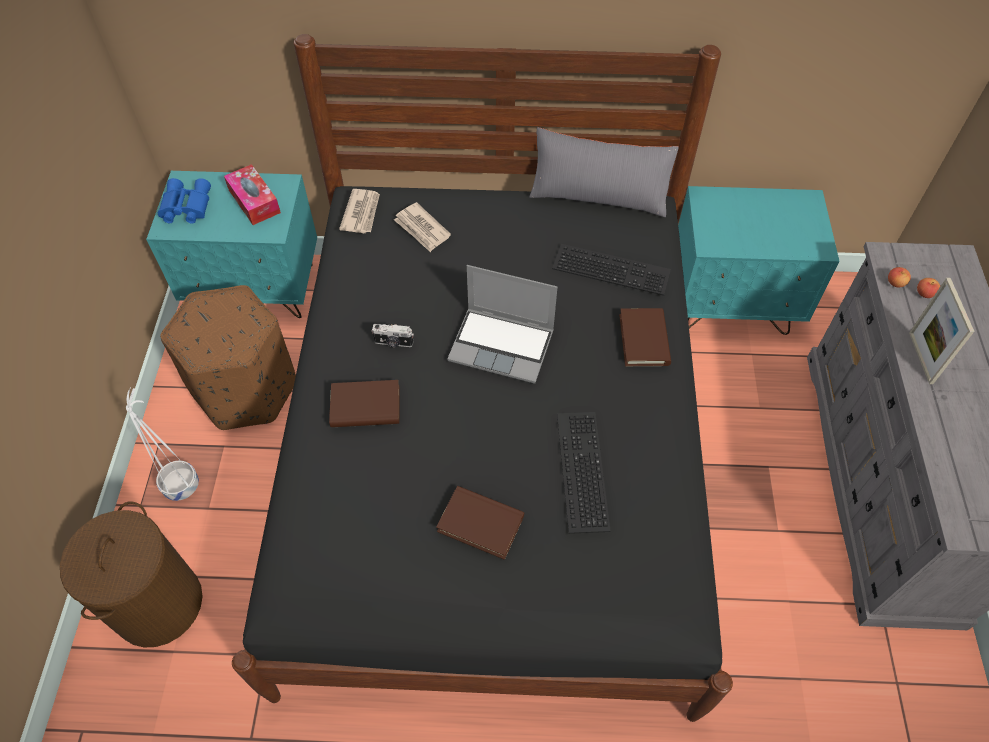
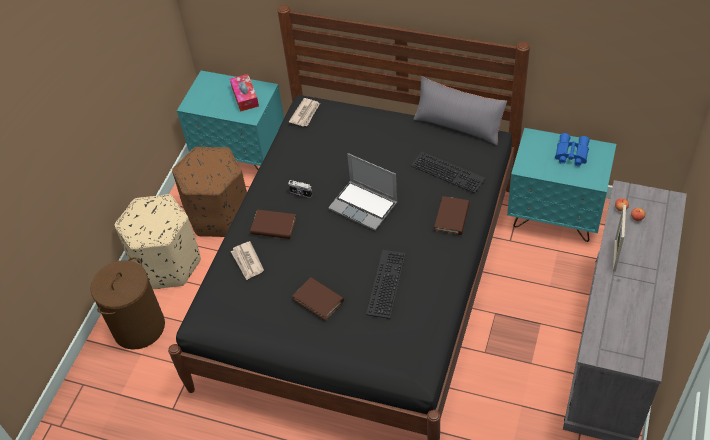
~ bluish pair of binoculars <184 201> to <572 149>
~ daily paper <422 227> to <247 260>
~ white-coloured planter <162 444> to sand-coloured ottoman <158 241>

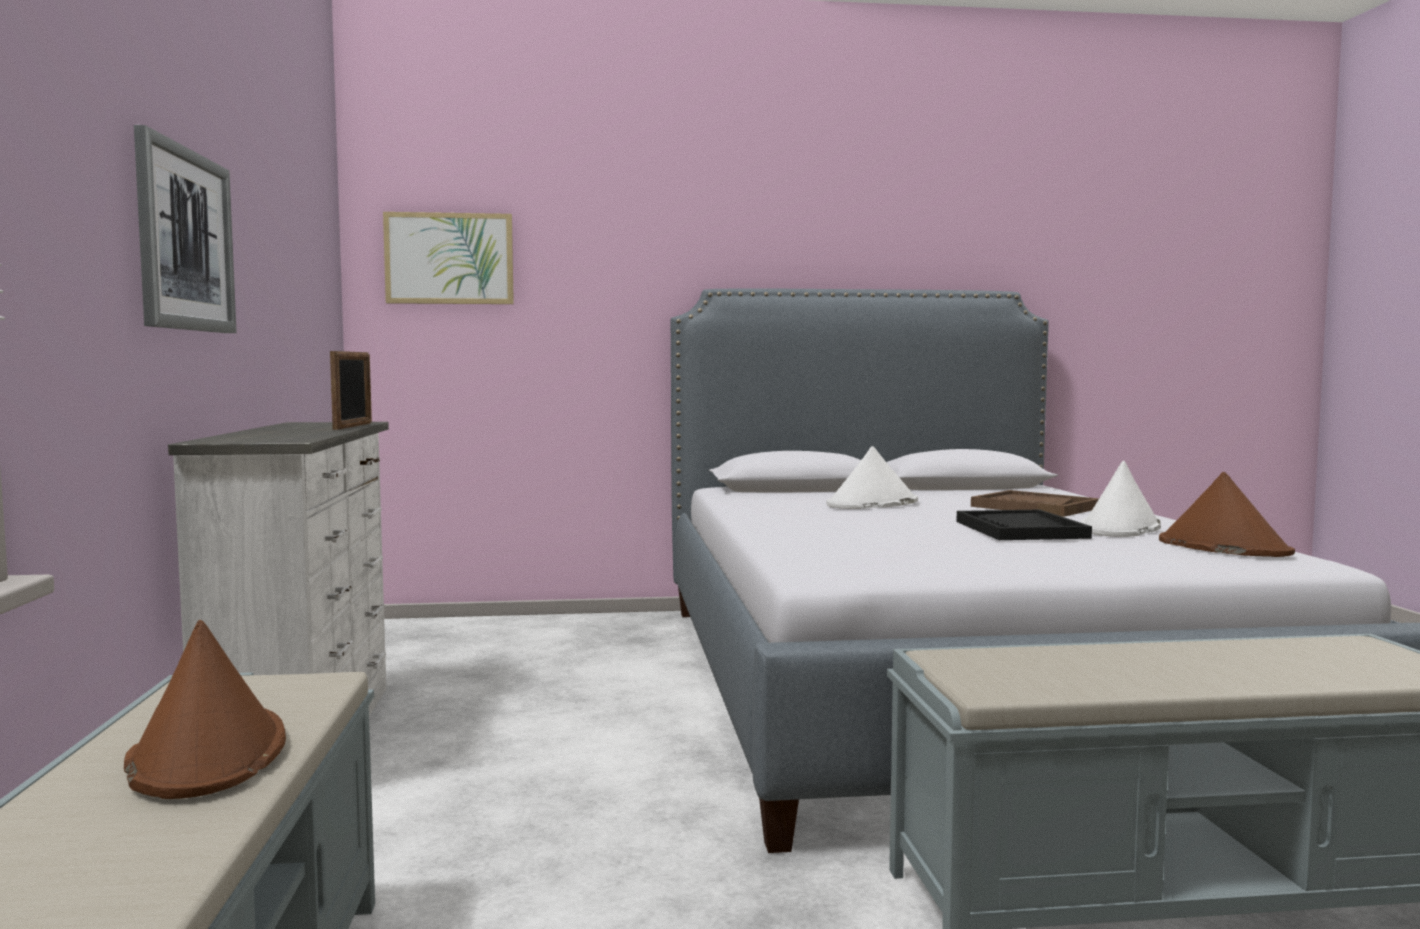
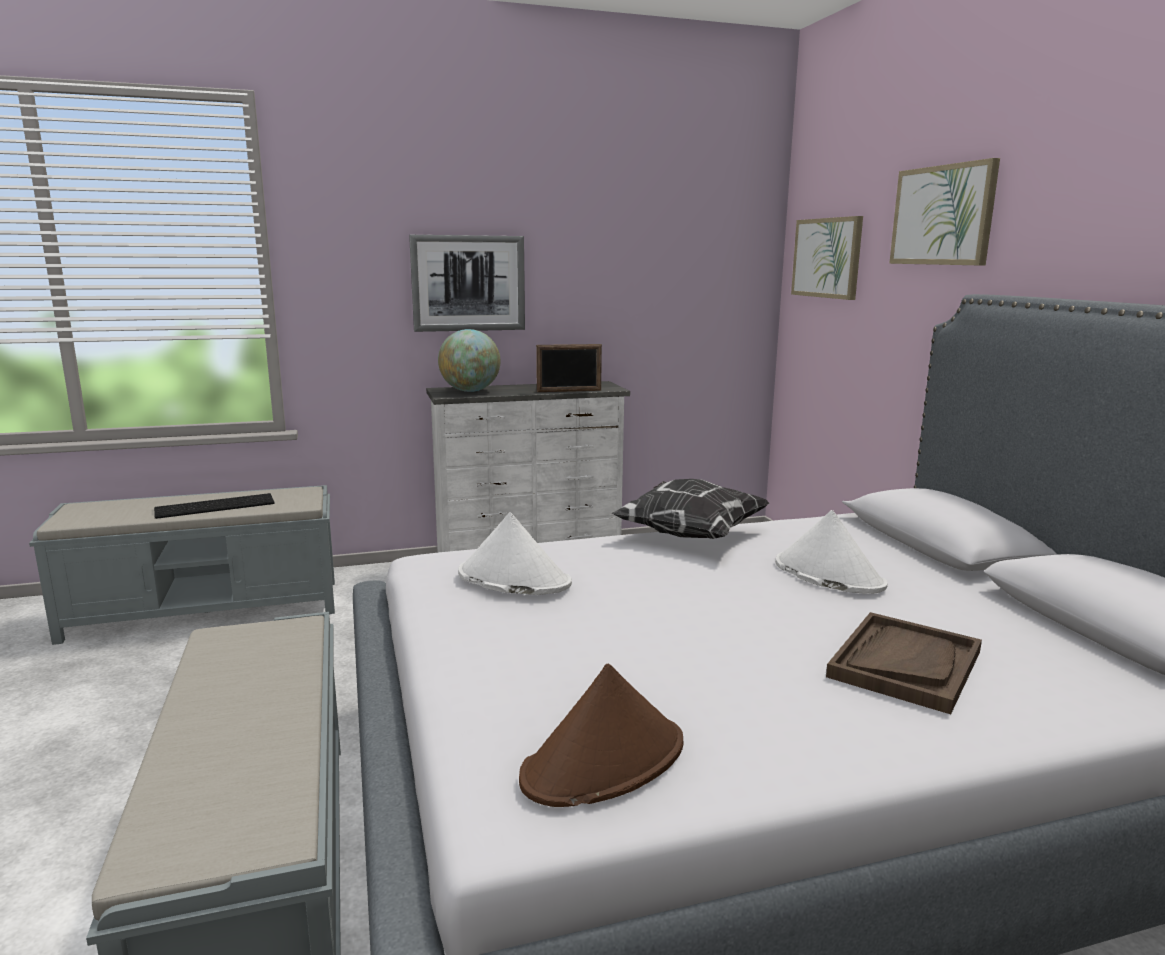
~ white-coloured wearable hat <1120 499> to <515 553>
- black serving tray <1024 525>
~ brownish wearable hat <205 709> to computer keyboard <214 506>
+ wall picture <944 212>
+ desk globe <469 360>
+ throw pillow <690 509>

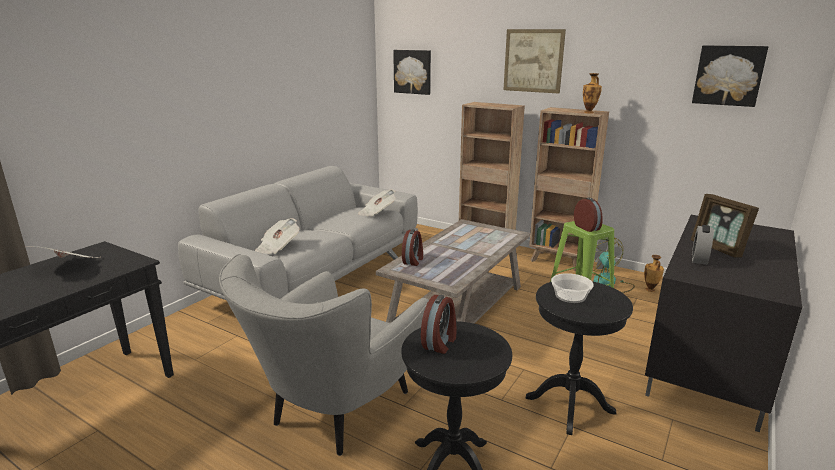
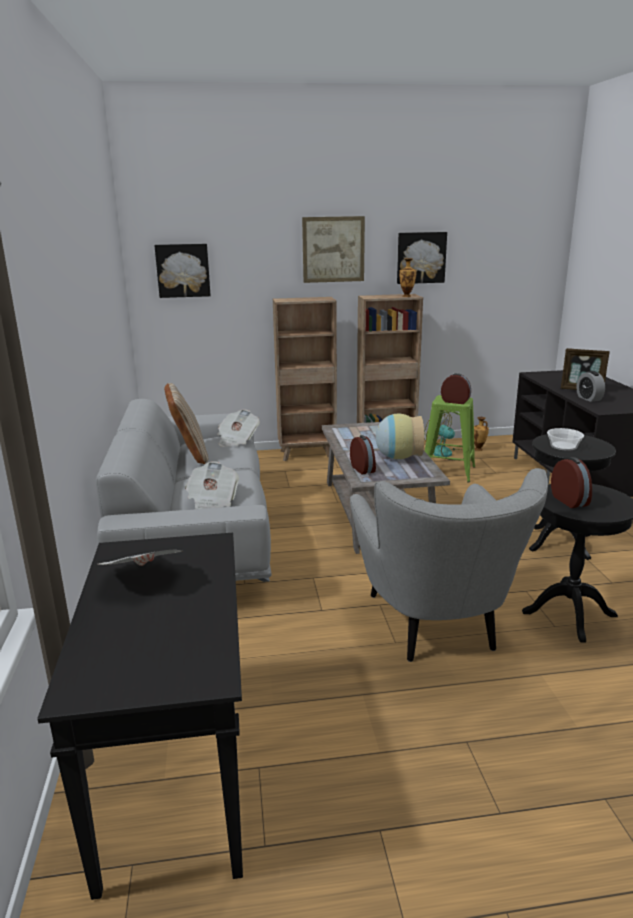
~ wall picture <730 76> to <422 258>
+ sand-coloured throw pillow <186 423>
+ vase <400 436>

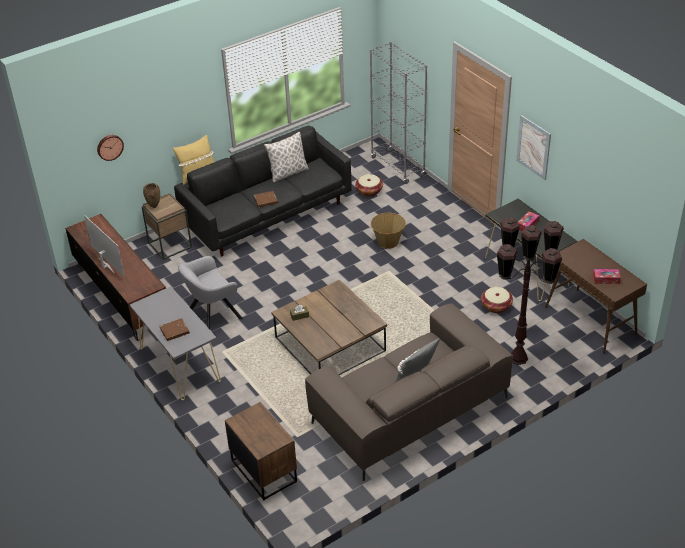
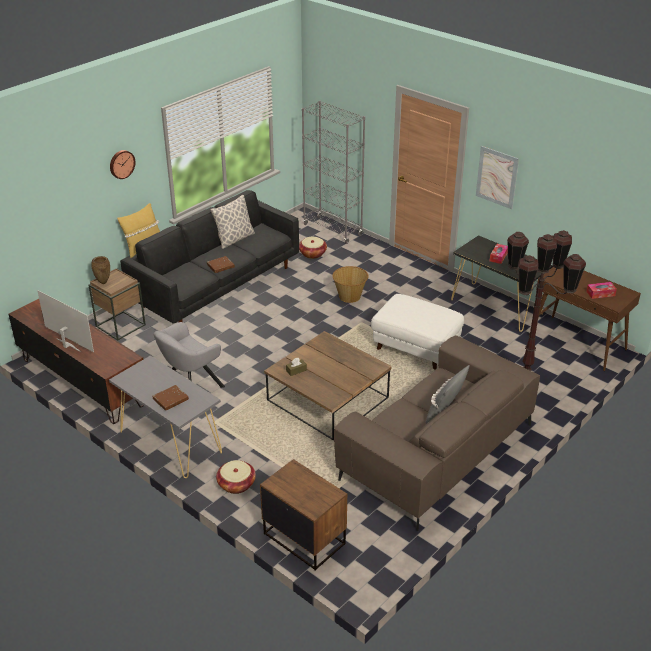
~ wall clock <110 148> to <122 164>
~ basket <497 300> to <236 477>
+ white-coloured ottoman <417 331>

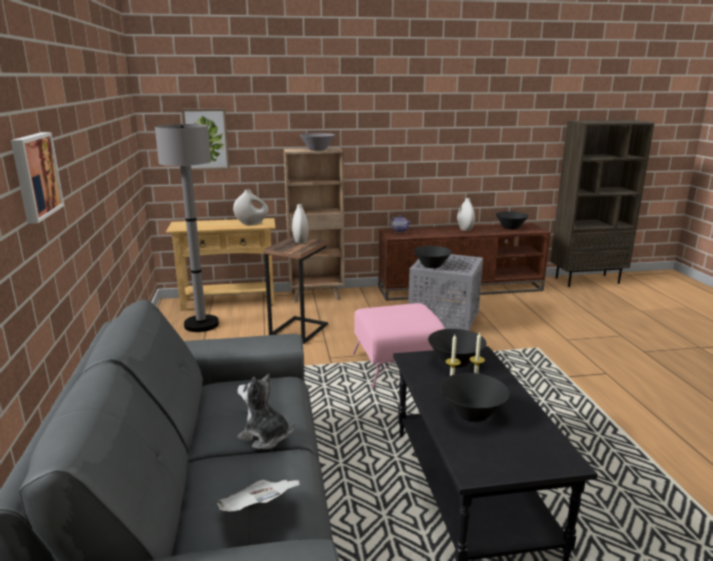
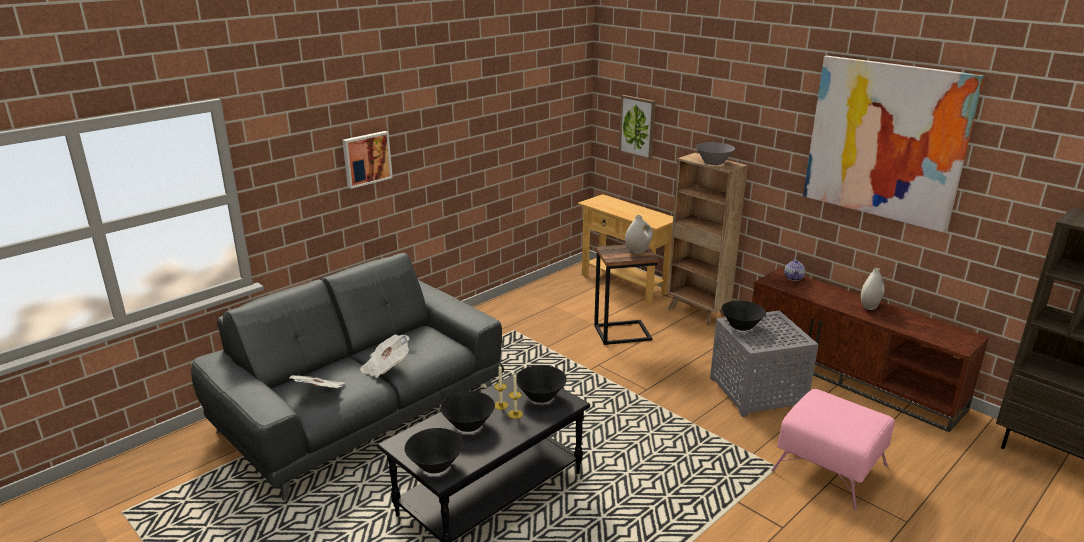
- grey floor lamp <187 228>
- white-coloured vase <251 207>
~ black bowl <512 220> to <434 450>
~ pink-coloured ottoman <398 346> to <833 449>
~ soft toy <266 411> to daily paper <385 356>
+ wall picture <893 144>

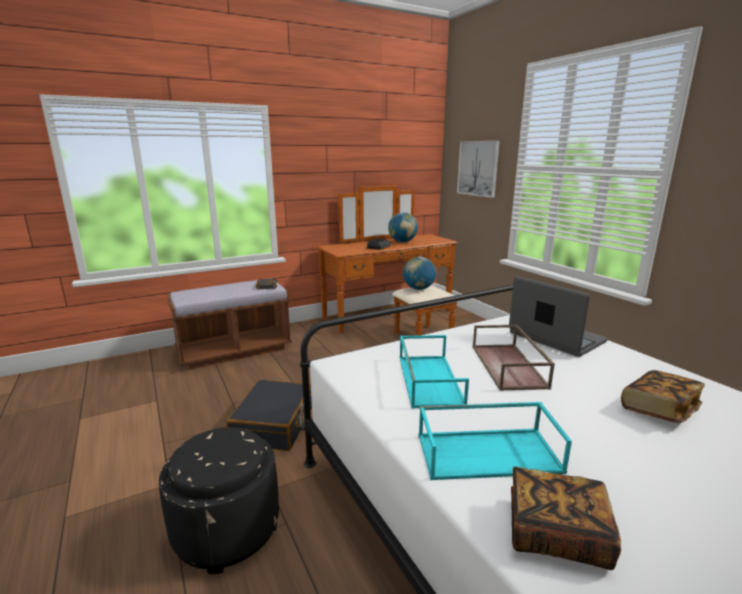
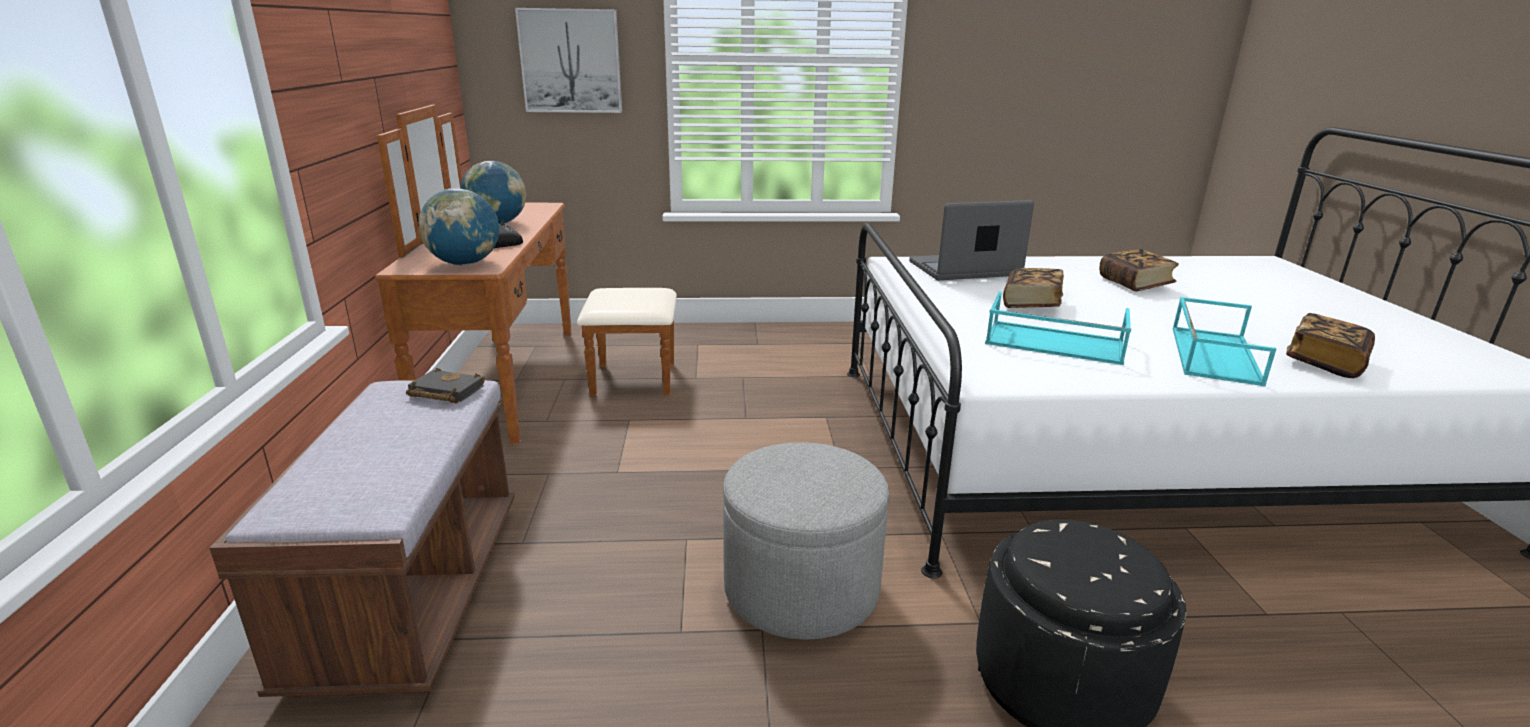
~ desk globe <419 273> to <458 226>
~ brownish serving tray <514 357> to book <1033 288>
~ black piece of luggage <269 415> to grey ottoman <806 541>

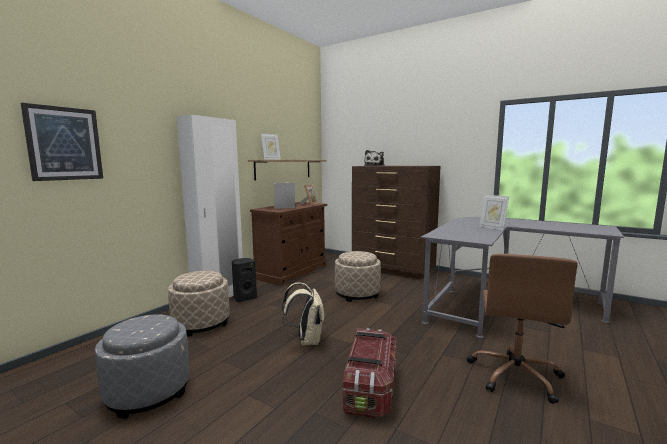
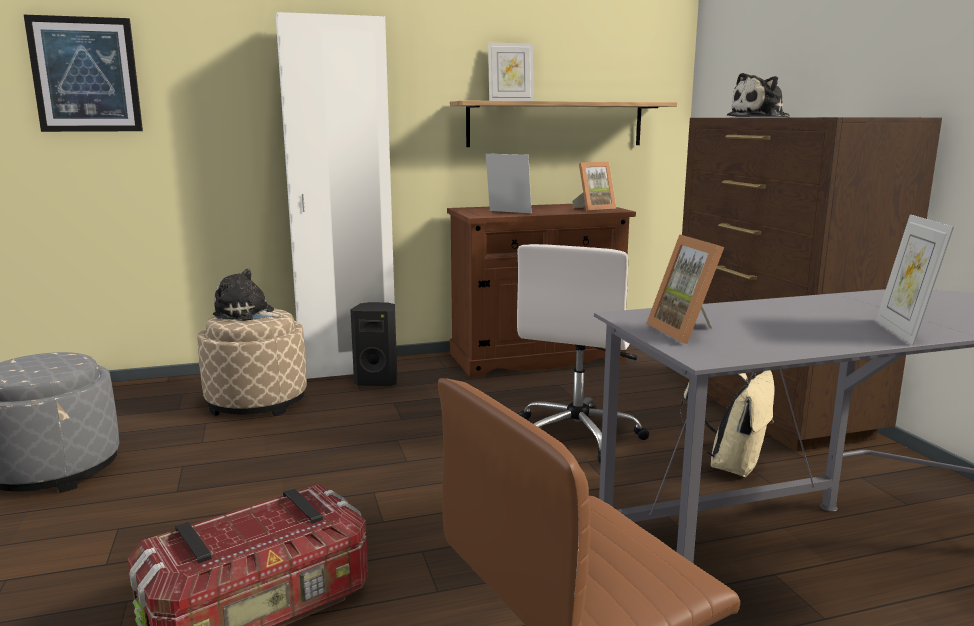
~ sand-coloured ottoman <358 276> to white-coloured desk chair <583 354>
~ sand-coloured backpack <303 313> to <727 423>
+ photo frame <685 289>
+ soft toy <248 294>

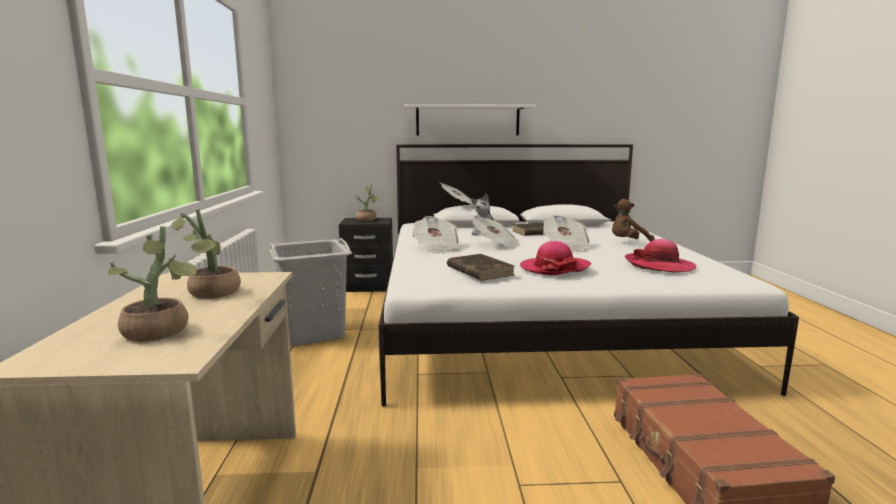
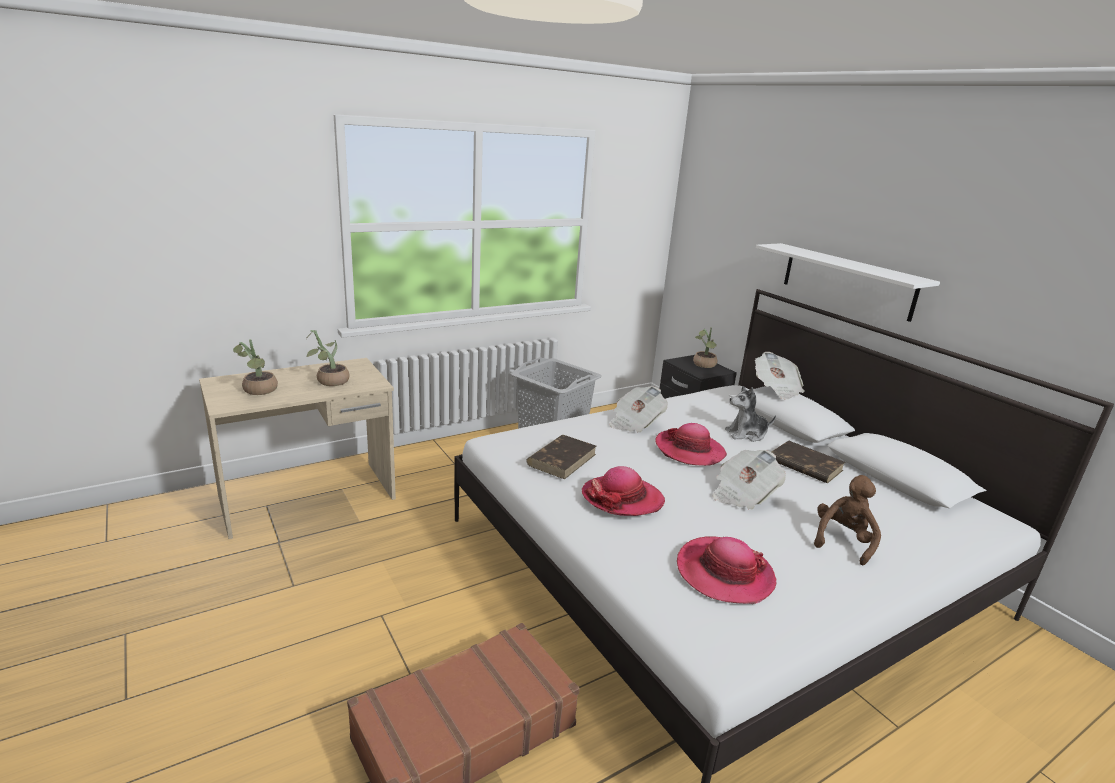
~ brownish soft toy <633 220> = <847 520> 75 degrees clockwise
~ daily paper <496 232> to wearable hat <691 444>

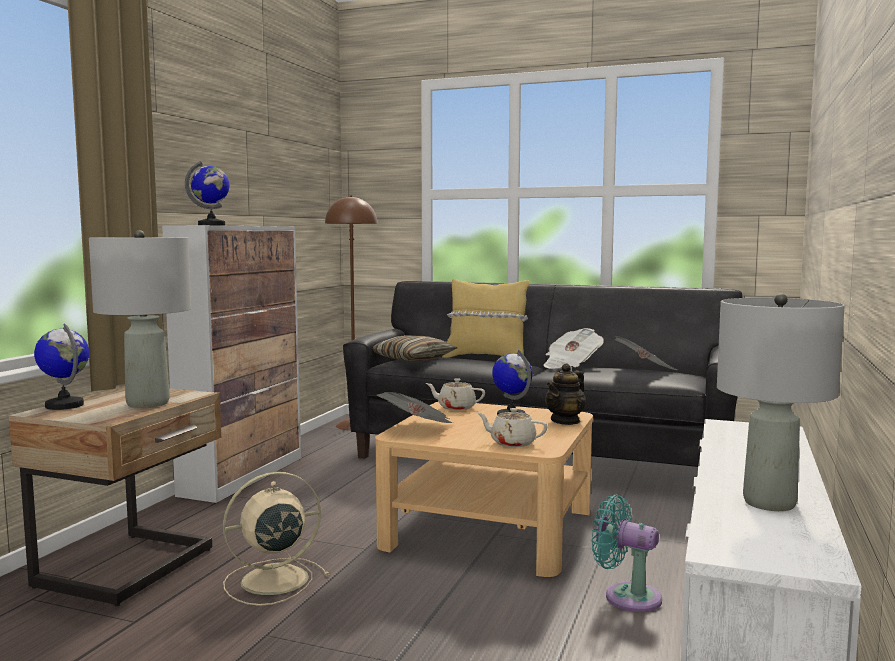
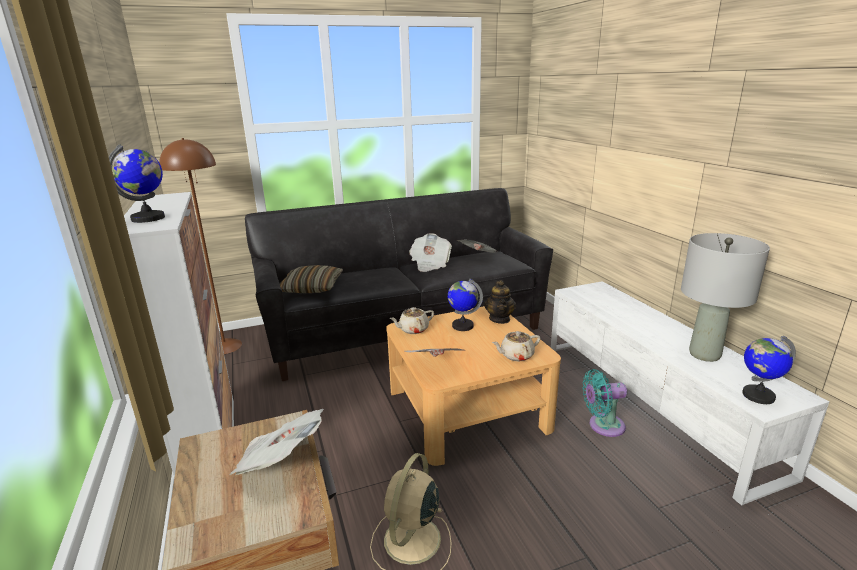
~ grey lamp for a table <140 319> to daily paper <277 442>
- yellow-coloured throw pillow <485 318>
~ desk globe <61 366> to <769 370>

